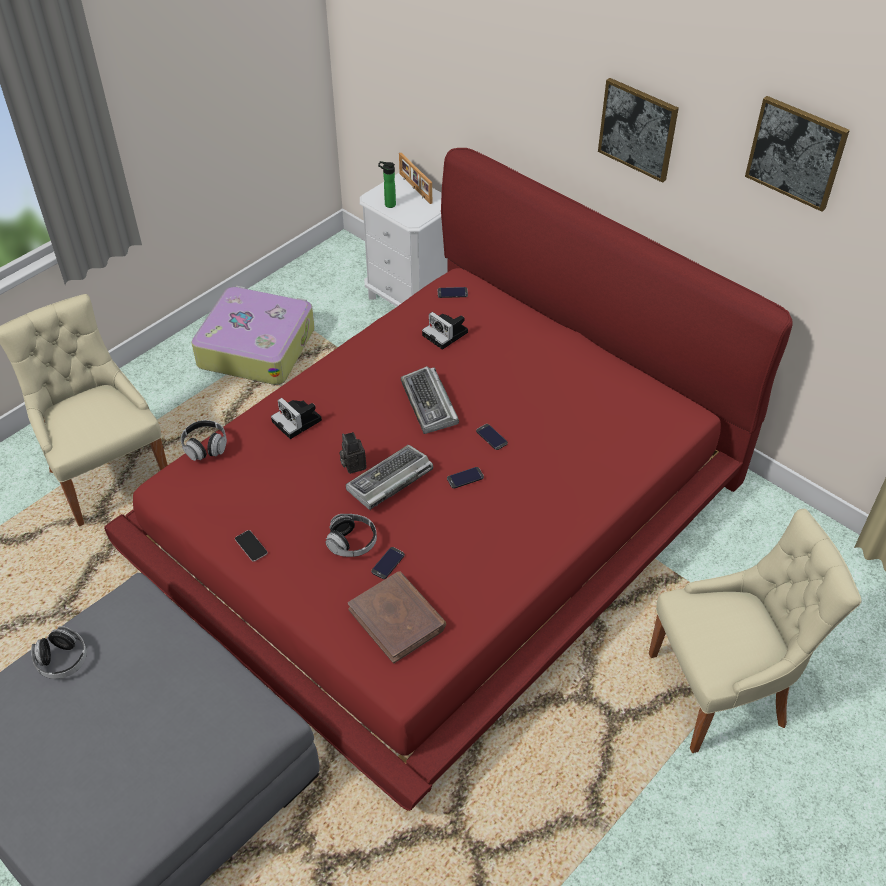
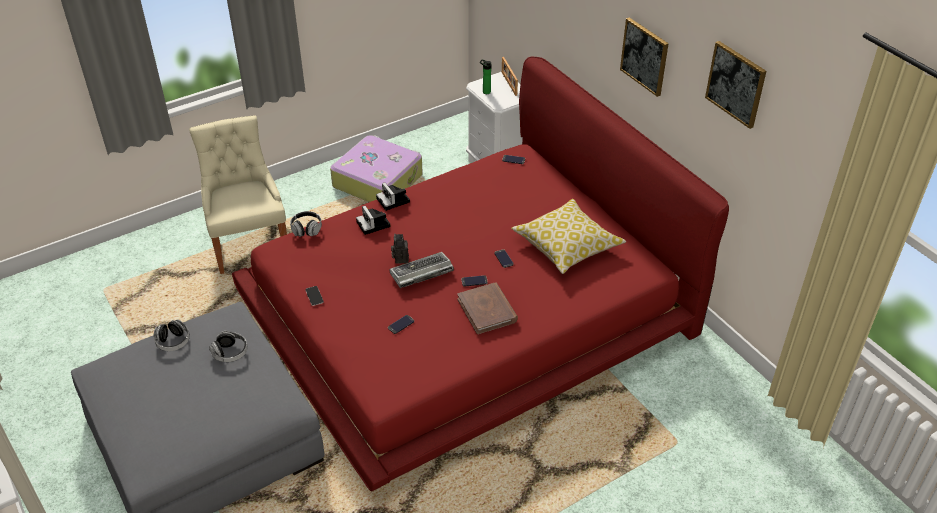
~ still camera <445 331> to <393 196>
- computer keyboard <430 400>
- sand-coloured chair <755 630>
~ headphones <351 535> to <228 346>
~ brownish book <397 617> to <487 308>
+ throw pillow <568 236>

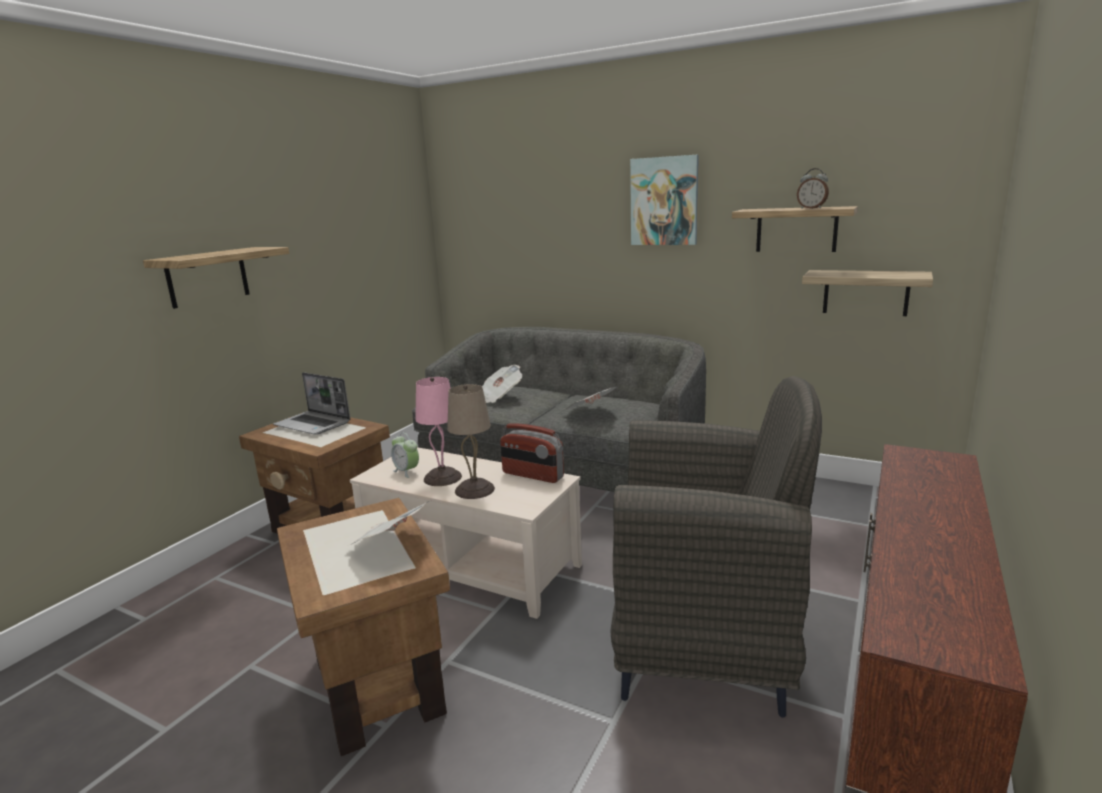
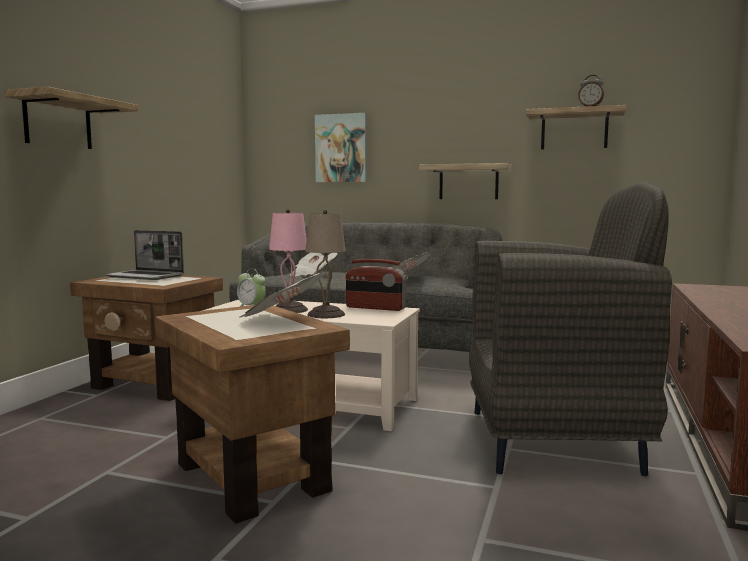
~ wall picture <664 200> to <341 147>
~ wall shelf <867 293> to <465 181>

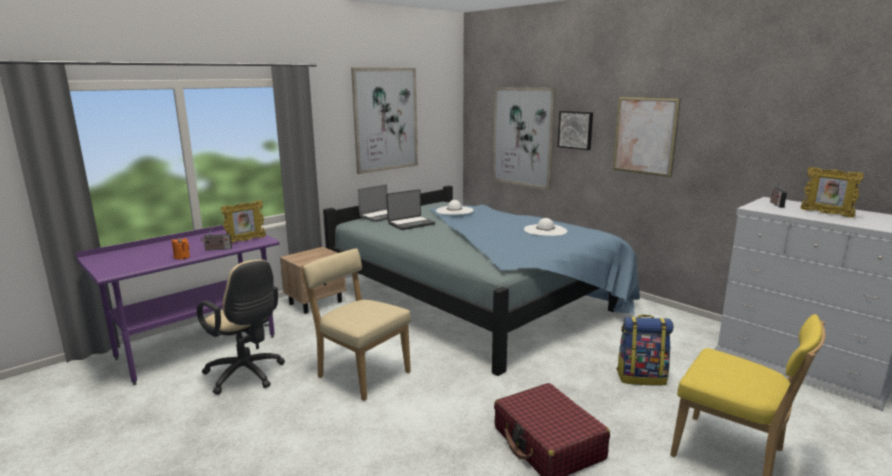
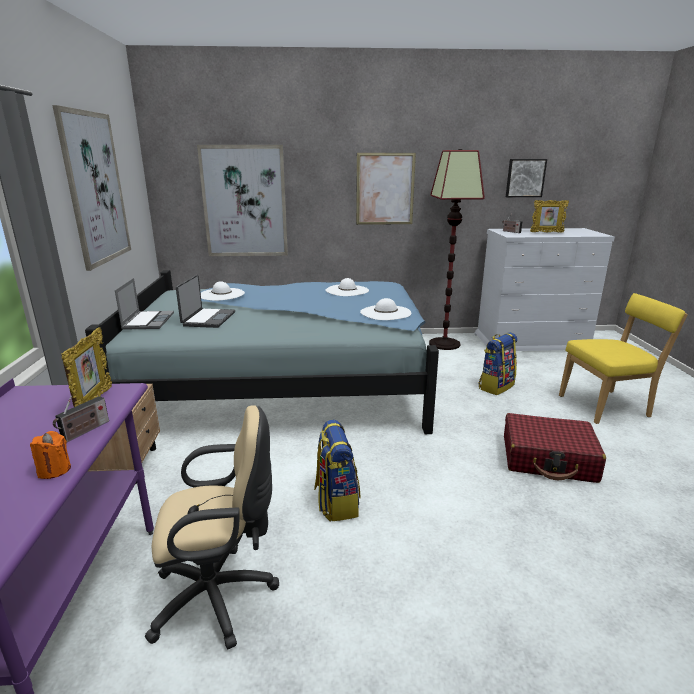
~ wall picture <575 130> to <526 178>
~ sand-coloured chair <356 324> to backpack <337 470>
+ floor lamp <457 249>
+ white-coloured wearable hat <385 309>

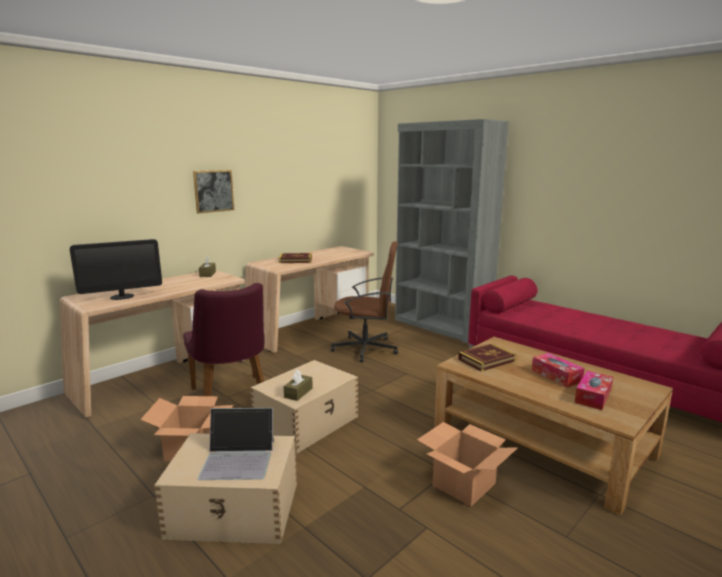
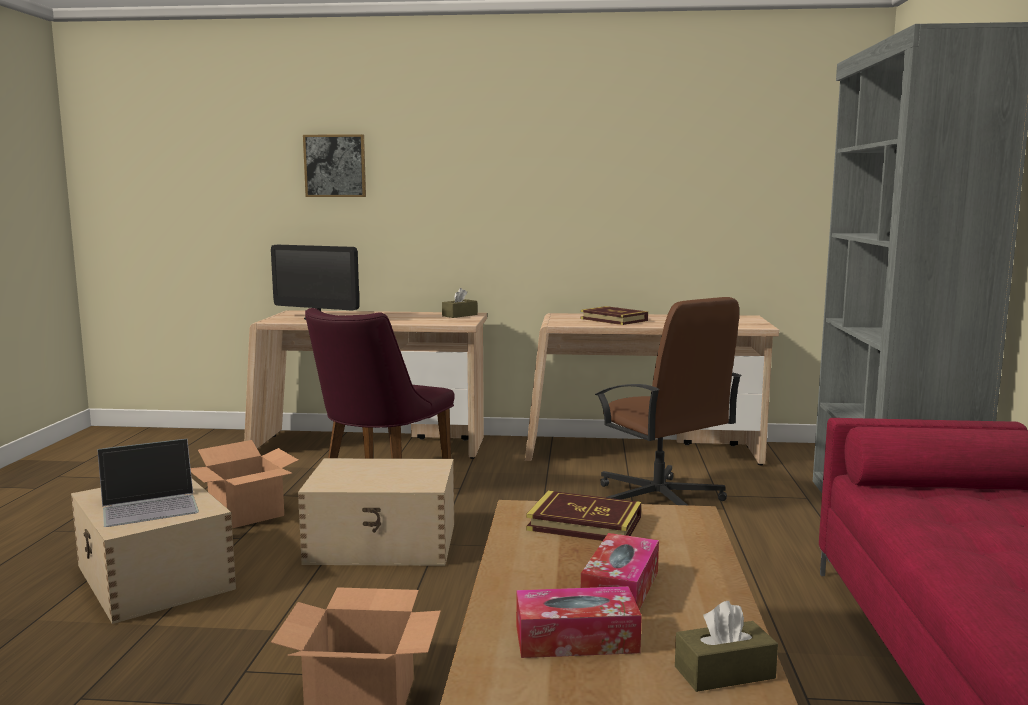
~ wall picture <213 191> to <334 165>
~ brownish tissue holder <298 385> to <726 646>
~ notebook computer <235 444> = <148 483> 75 degrees counterclockwise

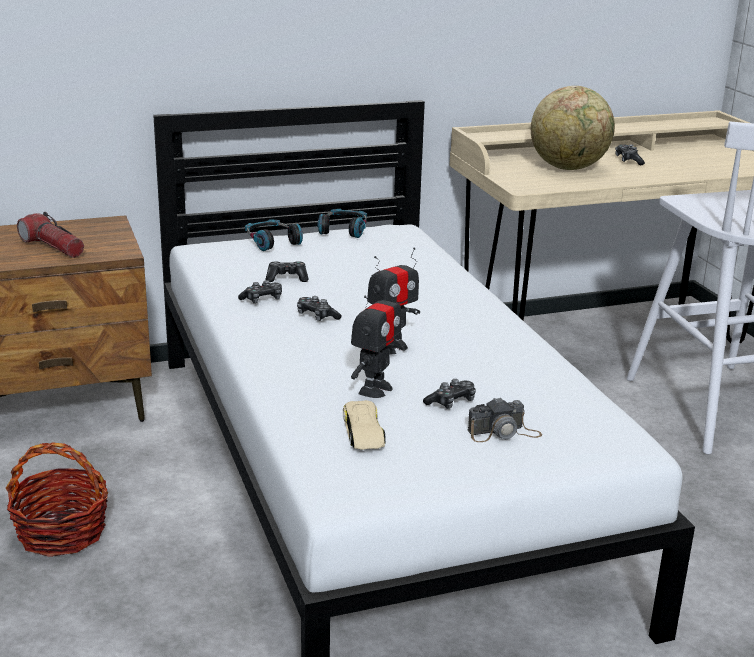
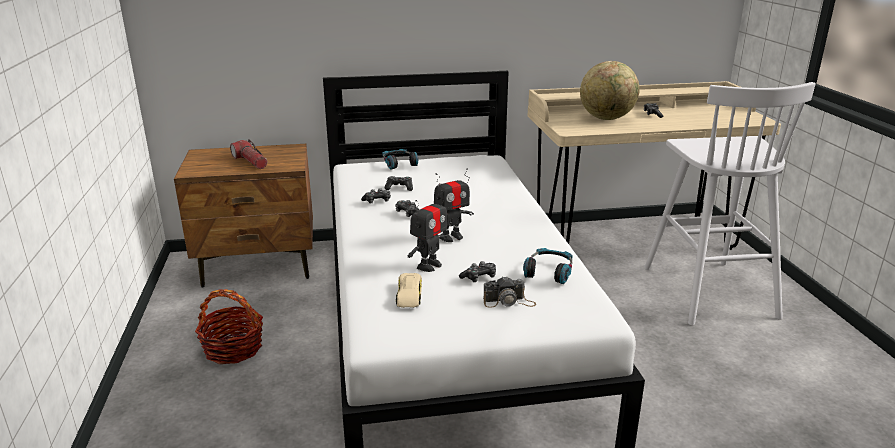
~ headphones <342 223> to <548 266>

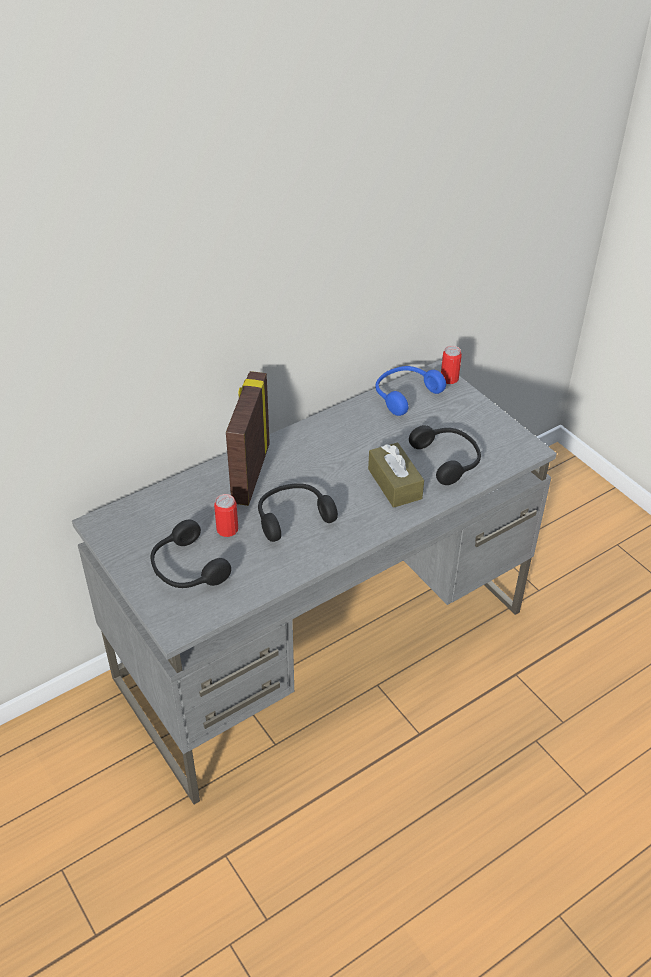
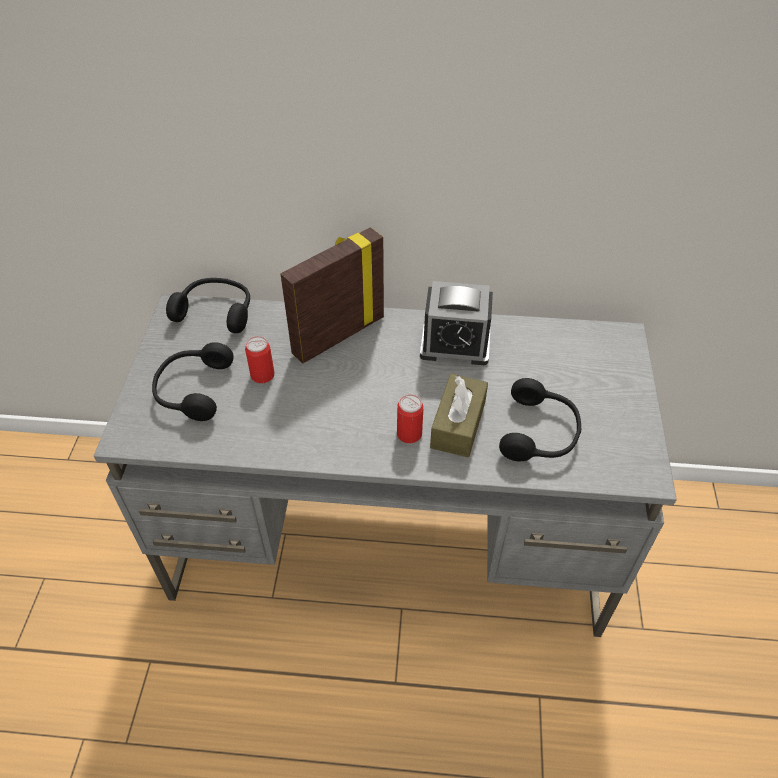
~ sealed can <451 365> to <410 418>
- bluish headphones <411 391>
~ black headphones <298 512> to <208 305>
+ bedside clock <456 323>

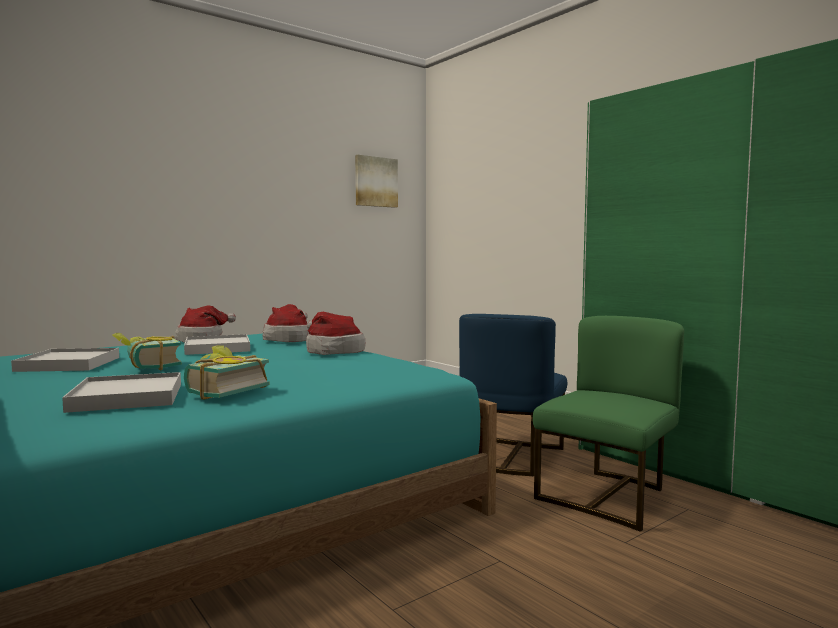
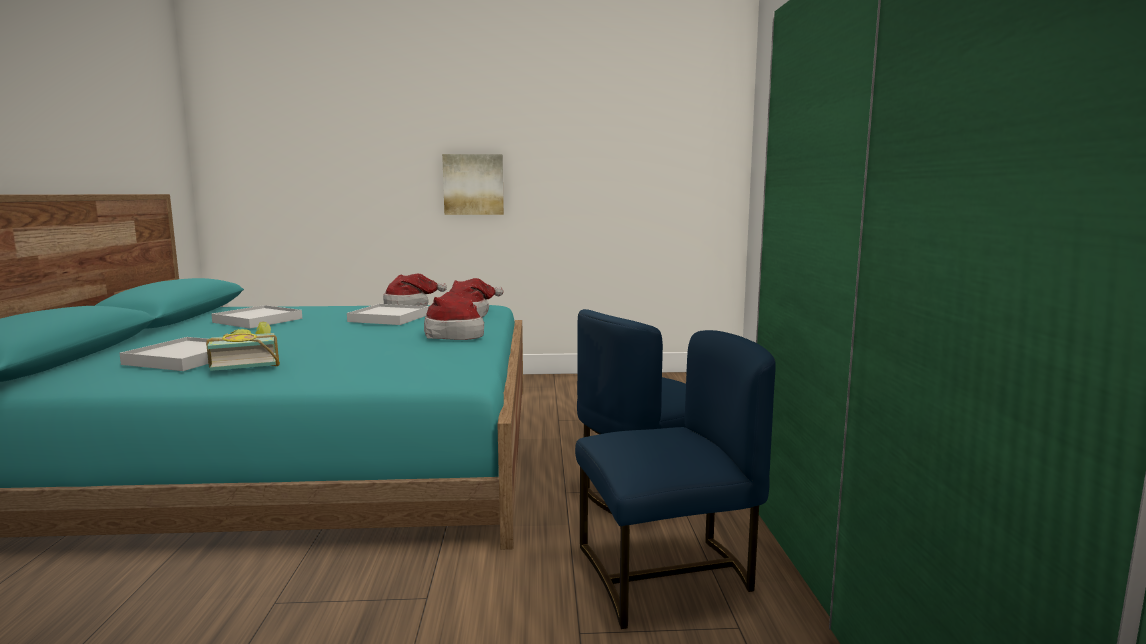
~ wall picture <376 181> to <473 184>
~ green-coloured chair <608 424> to bluish chair <675 479>
- book <147 352>

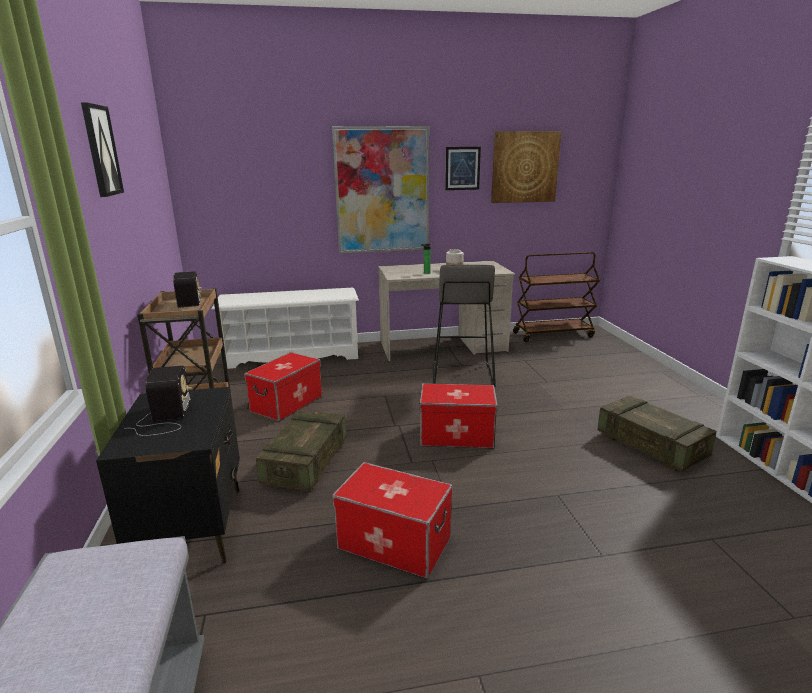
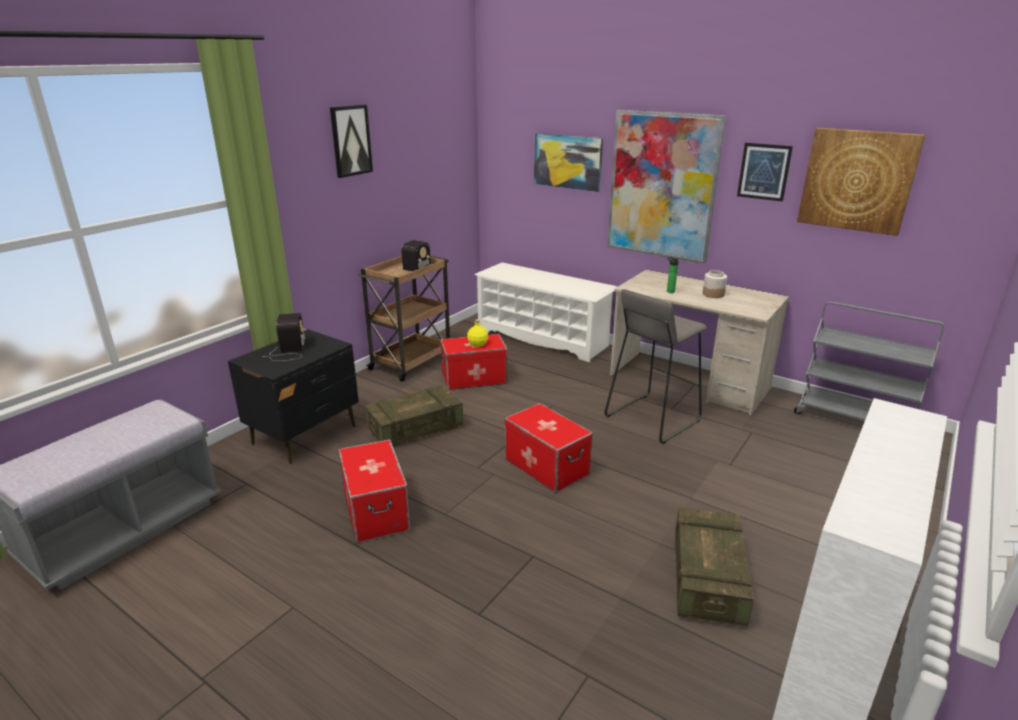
~ brownish wheeled cart <556 297> to grey wheeled cart <869 361>
~ radio set <158 401> = <284 337> 45 degrees counterclockwise
+ wall picture <568 162>
+ yellow-coloured drink bottle <477 333>

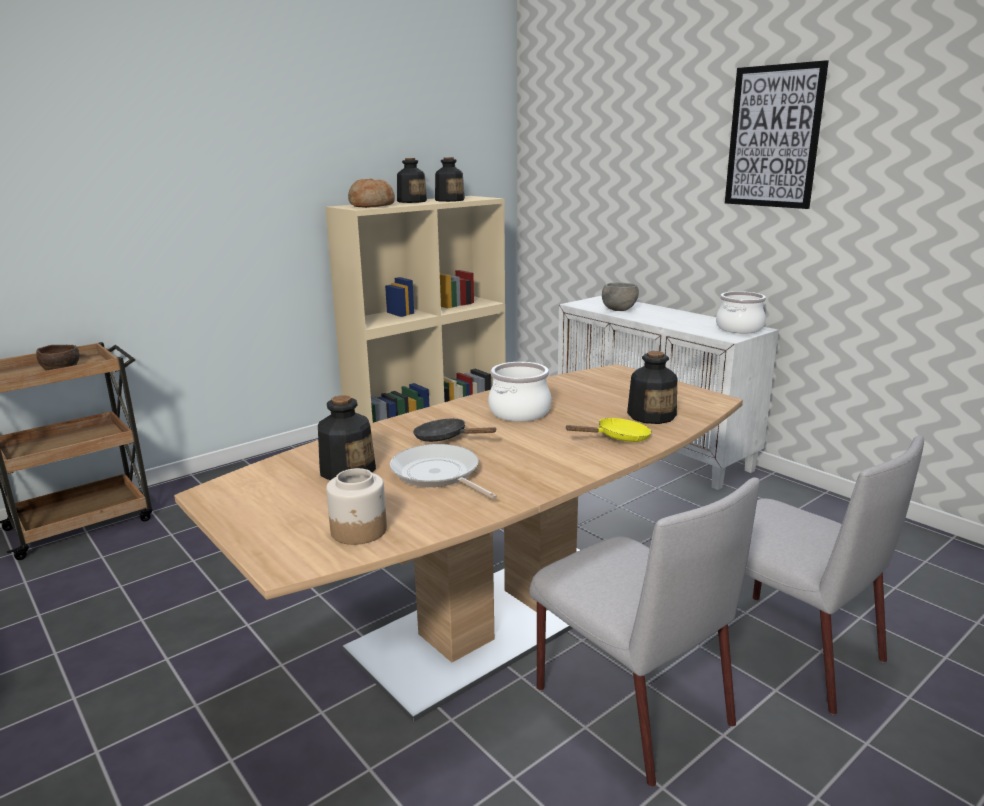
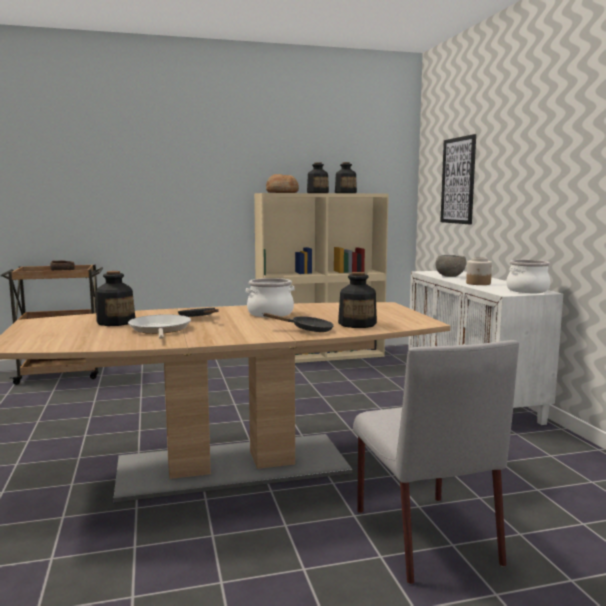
~ wall picture <777 134> to <458 179>
~ yellow-coloured skillet <608 430> to black skillet <298 322>
~ preserve jar <356 506> to <479 271>
- grey chair <644 632>

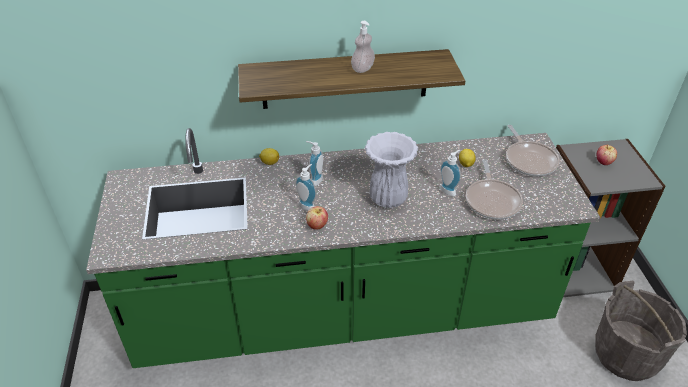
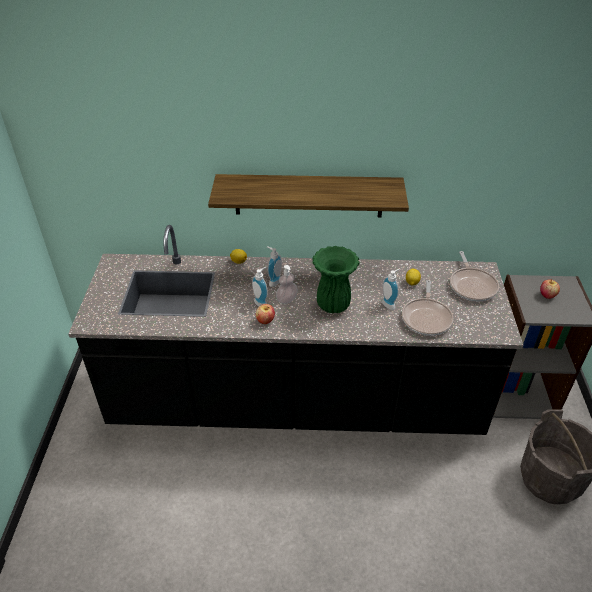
~ liquid soap bottle <363 47> to <287 284>
~ green-coloured counter <343 248> to black counter <295 330>
~ white-coloured vase <391 170> to green-coloured vase <335 279>

